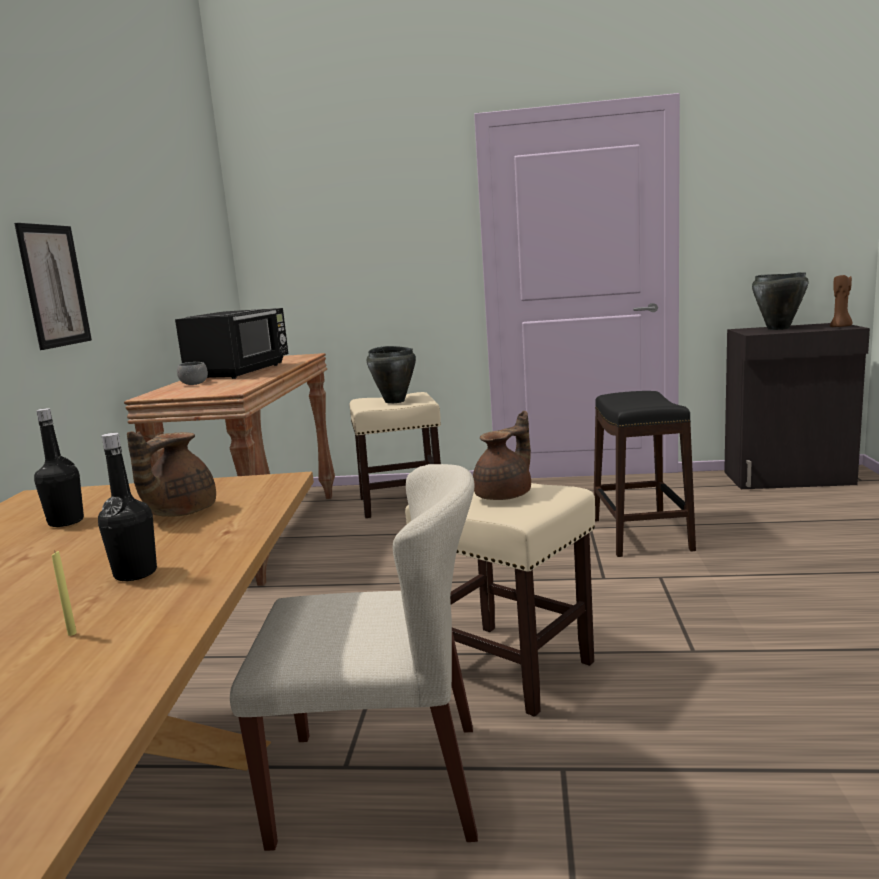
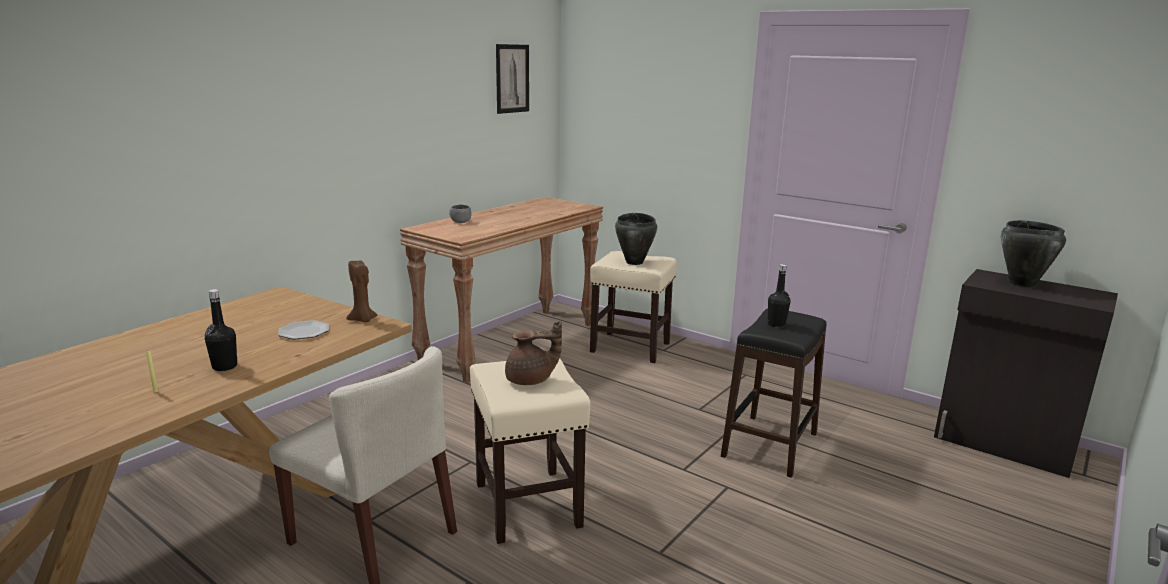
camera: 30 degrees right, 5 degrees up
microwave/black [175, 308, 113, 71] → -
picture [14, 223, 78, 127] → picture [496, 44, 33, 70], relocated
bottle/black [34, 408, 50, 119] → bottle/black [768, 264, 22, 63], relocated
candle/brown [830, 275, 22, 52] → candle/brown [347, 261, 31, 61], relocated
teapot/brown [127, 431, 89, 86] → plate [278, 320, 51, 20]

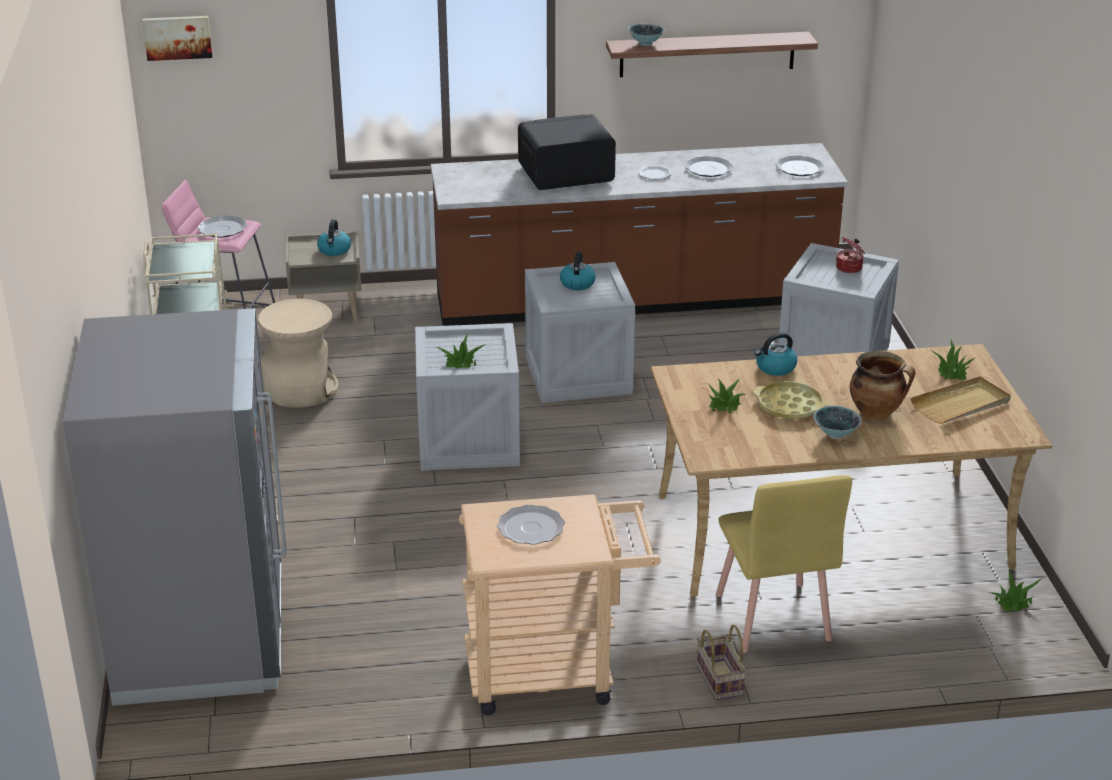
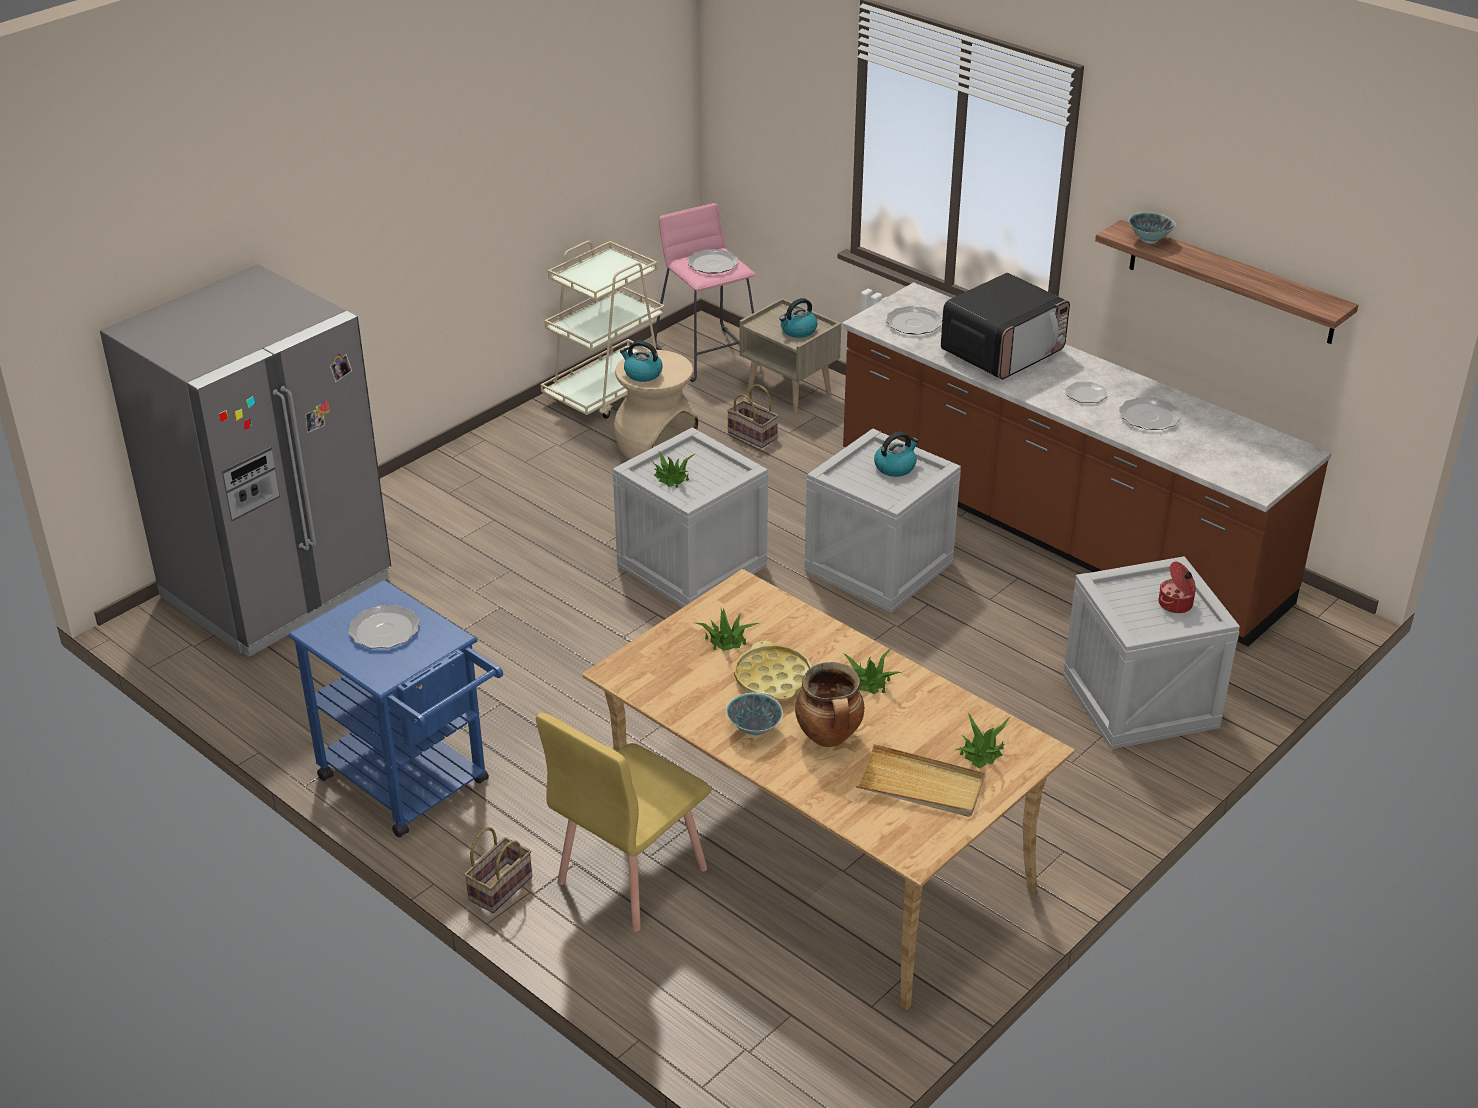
camera: 50 degrees right, 5 degrees up
picture [142, 16, 70, 45] → -
- → basket [727, 384, 52, 64]
kettle [755, 332, 42, 44] → kettle [620, 341, 43, 41], relocated
plate [776, 155, 48, 21] → plate [886, 306, 57, 29], relocated
potted plant [989, 570, 52, 42] → potted plant [844, 648, 57, 46], relocated
cart/beige [459, 494, 202, 221] → cart/blue [288, 580, 215, 257]
microwave [518, 114, 98, 76] → microwave [941, 273, 129, 107], 105 degrees clockwise

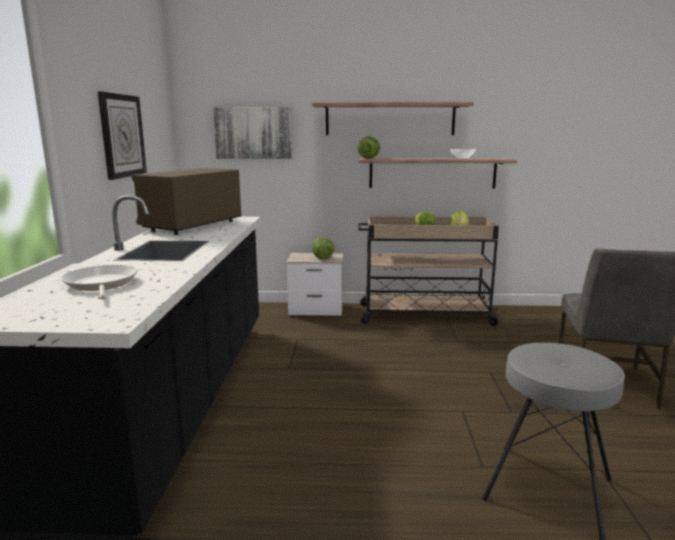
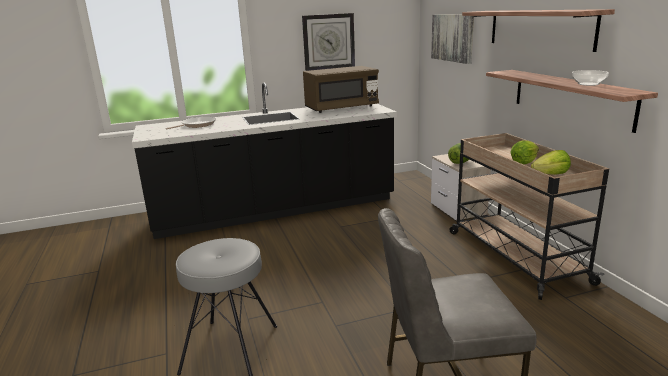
camera: 70 degrees right, 5 degrees up
lettuce [357, 136, 23, 23] → -
microwave/brown [131, 168, 110, 67] → microwave/brown [303, 66, 76, 47], 150 degrees clockwise

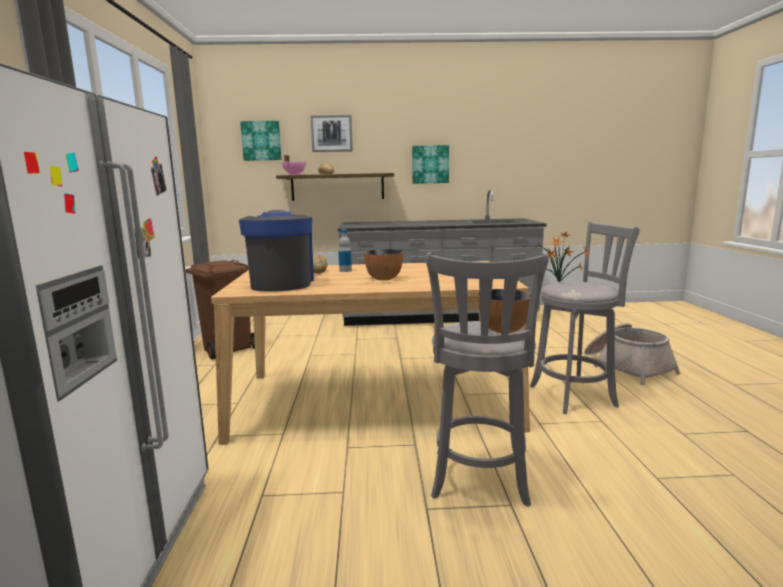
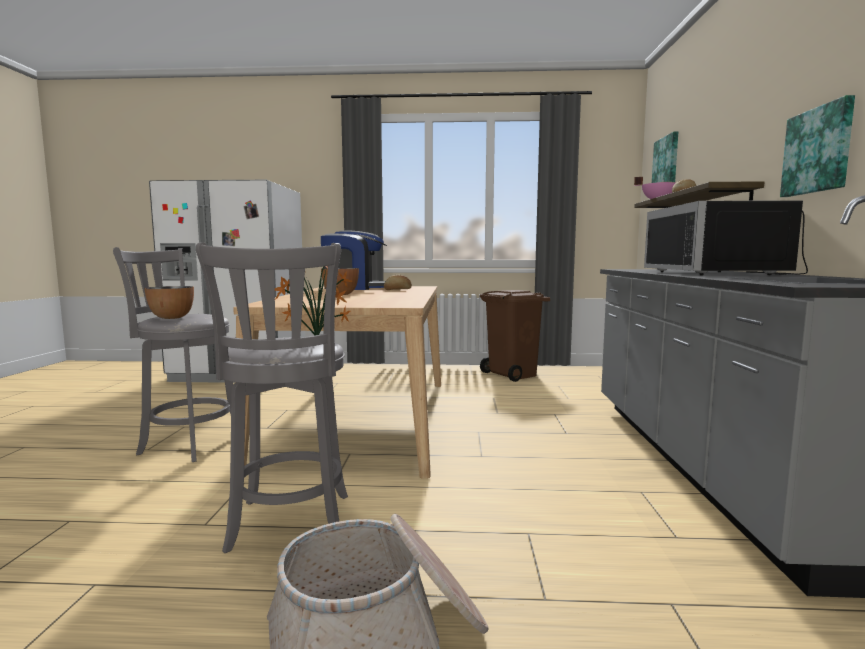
camera: 95 degrees right, 5 degrees down
picture [310, 114, 43, 38] → -
bottle [338, 229, 14, 43] → -
- → microwave/black [644, 200, 164, 75]

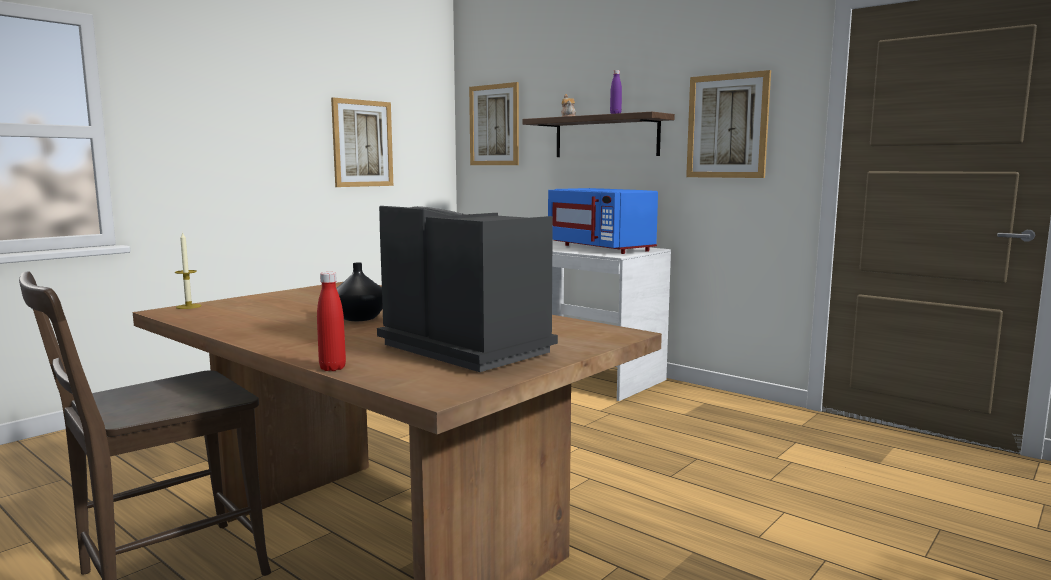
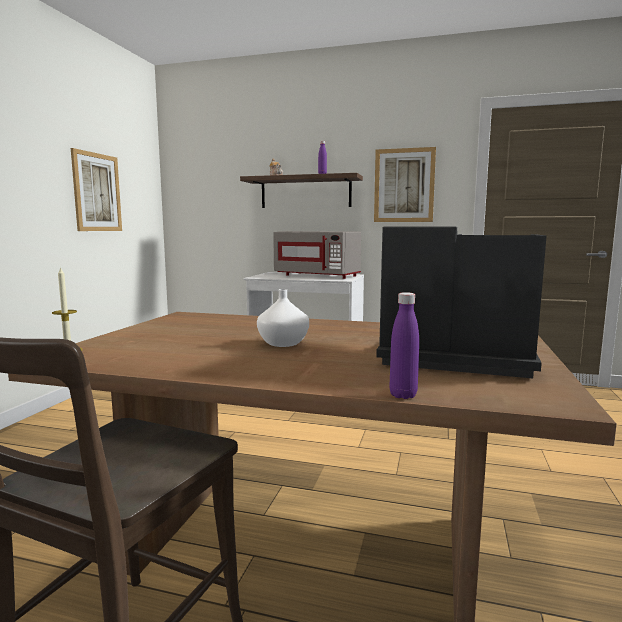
camera: 25 degrees left, 0 degrees up
picture [469, 82, 50, 83] → -
bottle/red [317, 272, 29, 99] → bottle/purple [390, 292, 29, 107]
vase/black [336, 263, 47, 58] → vase/white [257, 289, 52, 58]
microwave/blue [548, 188, 110, 66] → microwave/grey [273, 231, 88, 48]

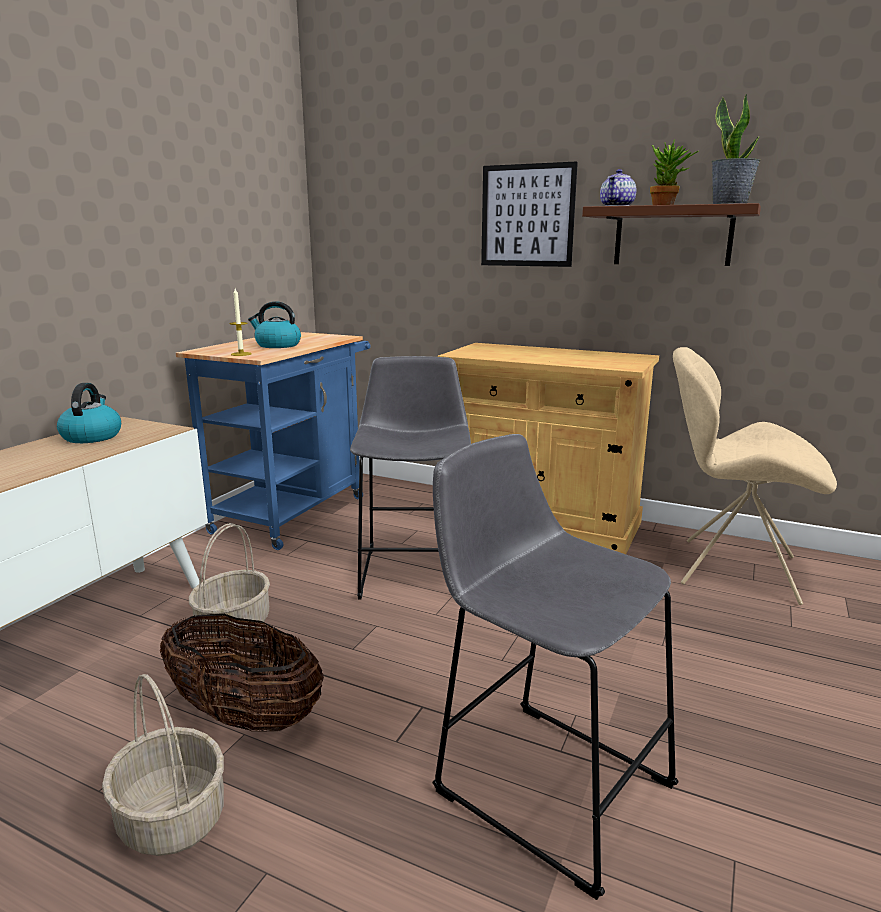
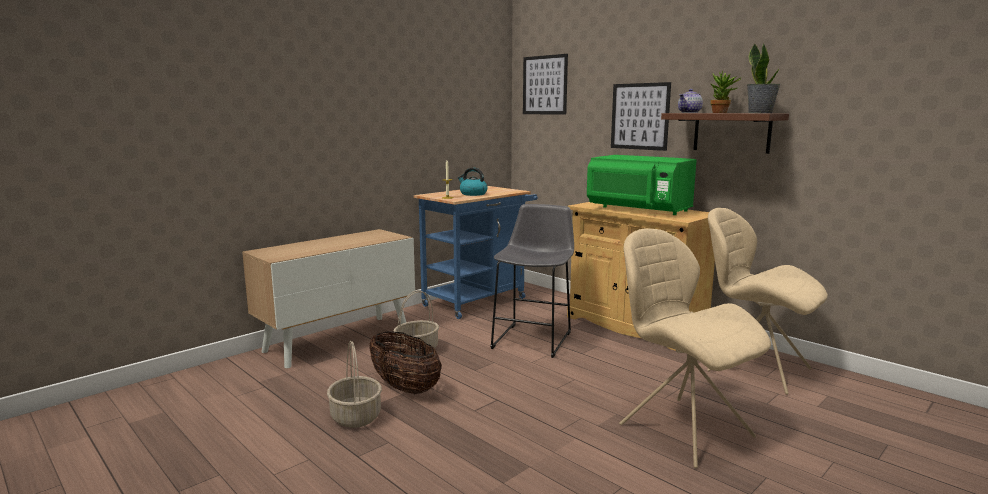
camera: 20 degrees right, 5 degrees down
kettle [57, 383, 64, 60] → -
stool/grey [432, 434, 247, 466] → -
- → picture [523, 54, 45, 61]
- → microwave/green [587, 155, 110, 60]
- → chair/beige [619, 228, 152, 240]

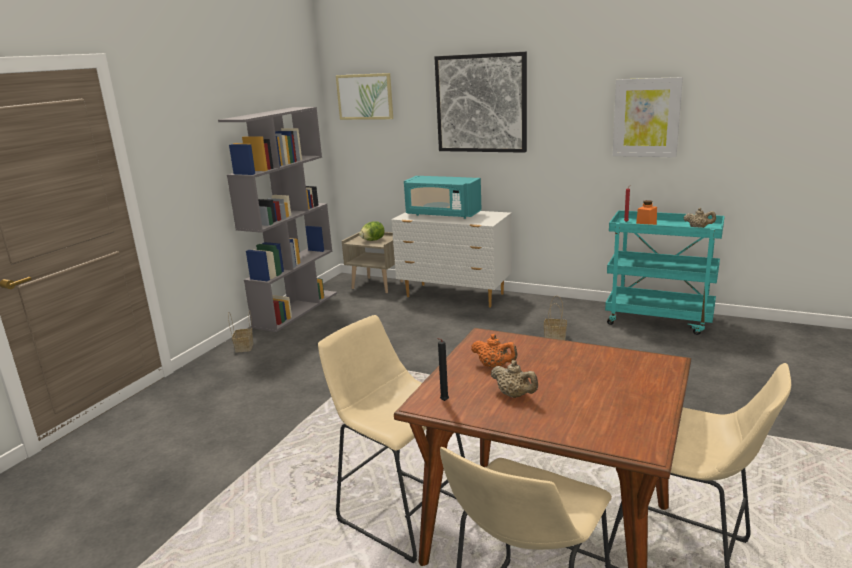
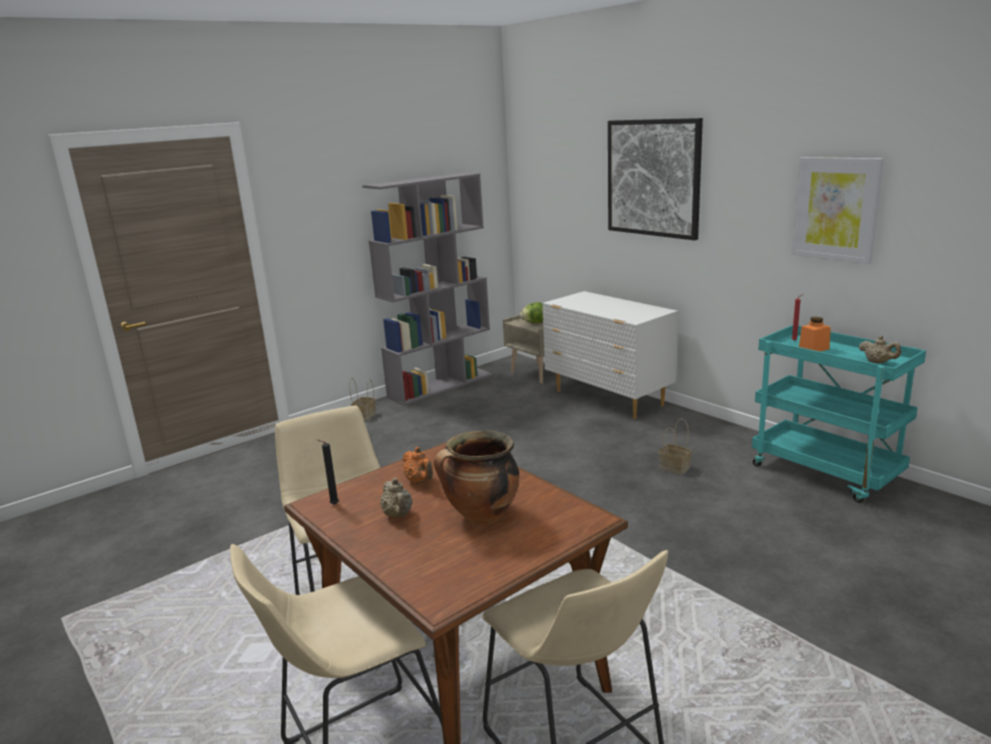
camera: 25 degrees right, 0 degrees up
picture [336, 73, 57, 47] → -
microwave/turquoise [404, 176, 78, 43] → -
- → cooking pot [434, 431, 85, 93]

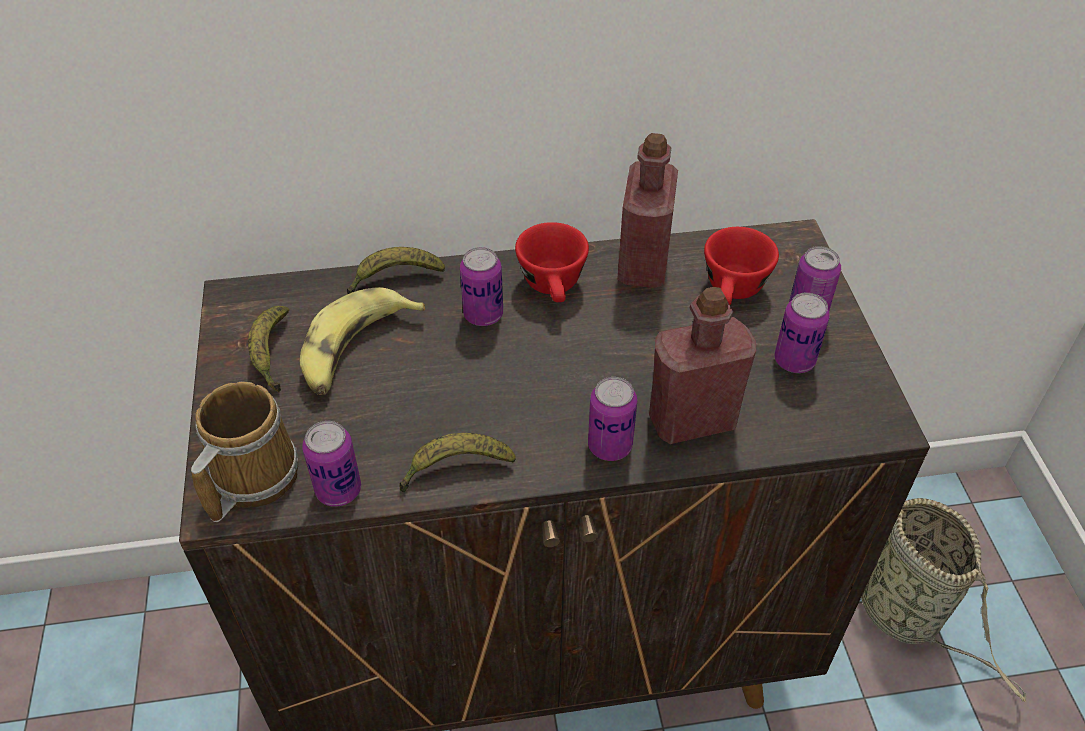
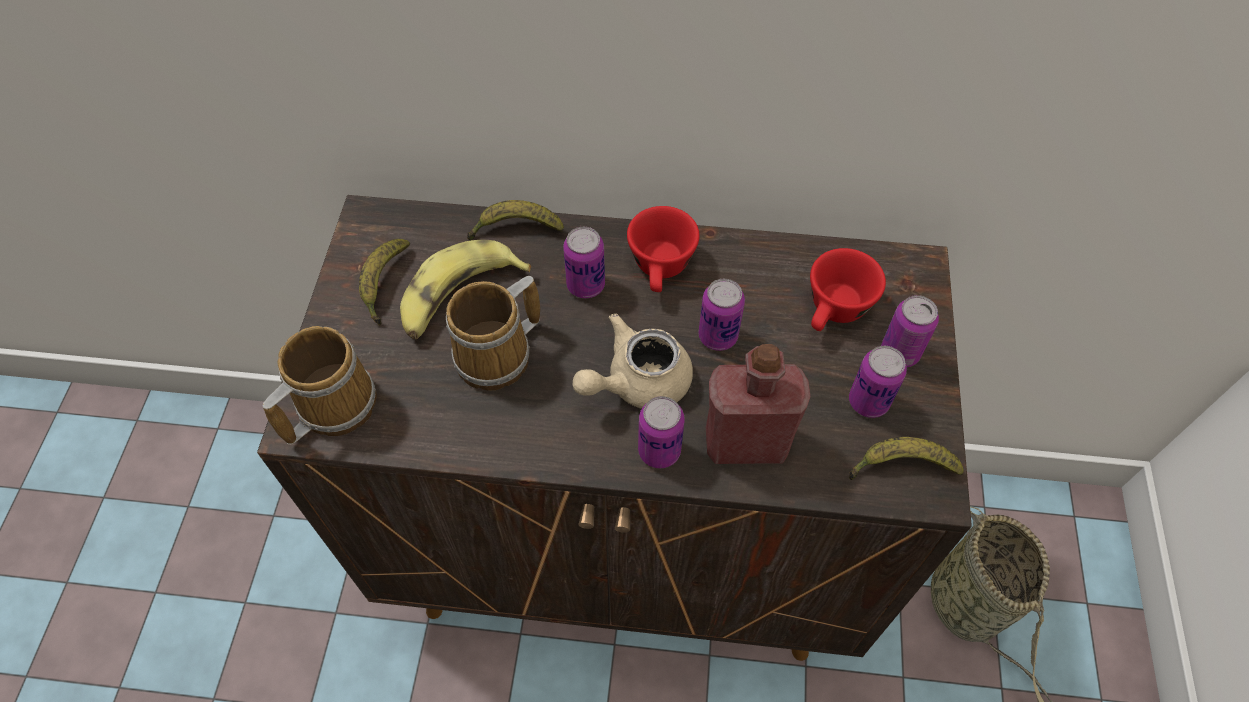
camera: 15 degrees right, 10 degrees up
bottle/red [617, 133, 61, 155] → -
- → mug [446, 276, 94, 115]
- → teapot/beige [573, 313, 120, 96]
can [302, 421, 59, 86] → can [698, 279, 47, 72], relocated
banana [400, 433, 116, 59] → banana [849, 437, 115, 43], relocated

